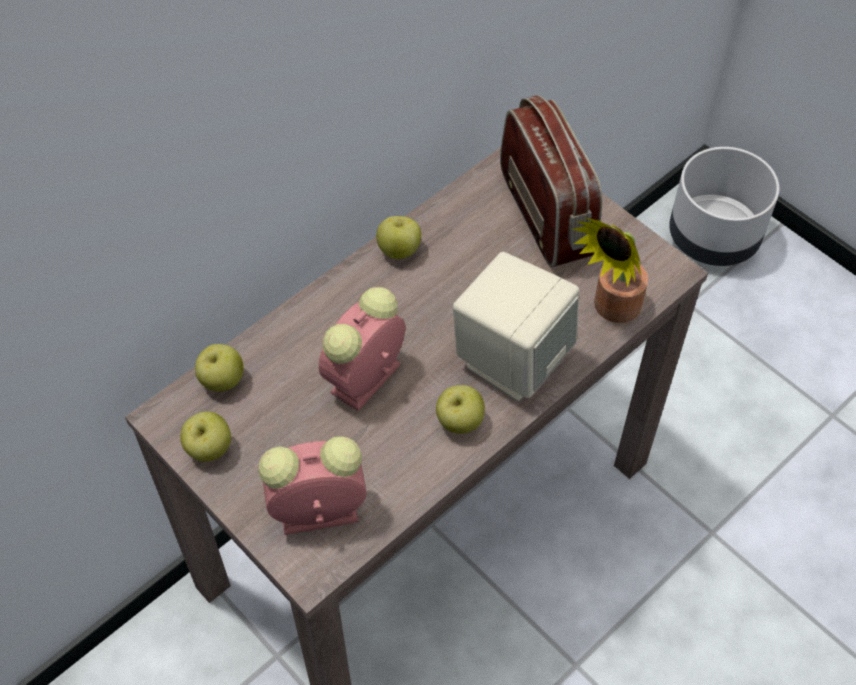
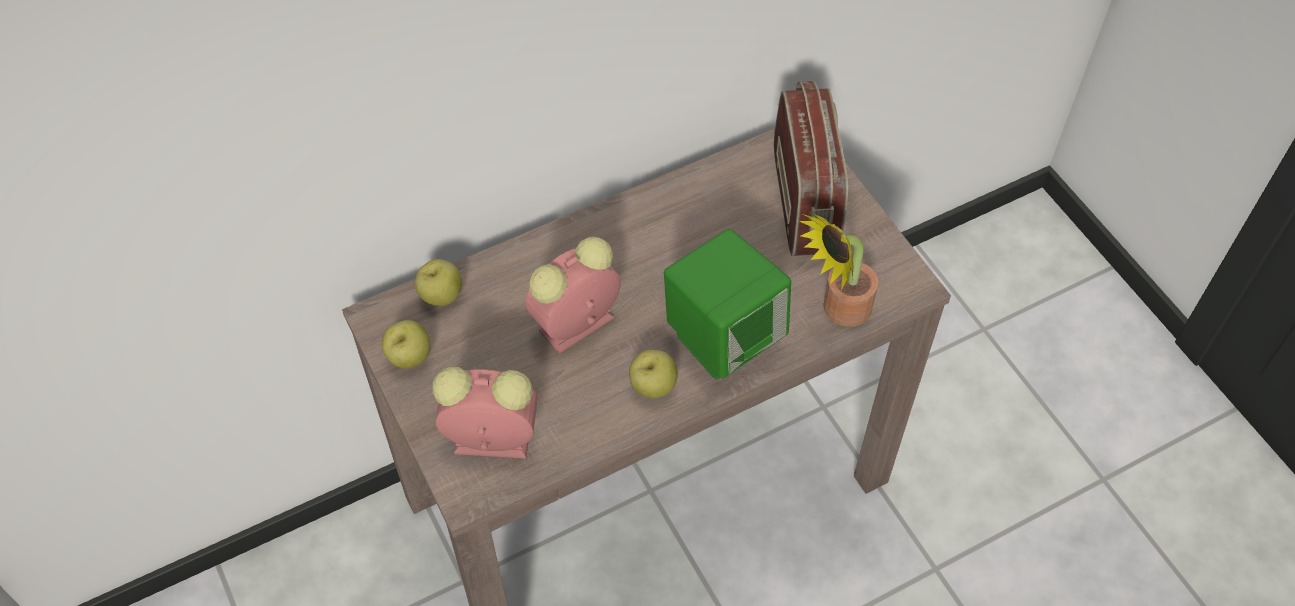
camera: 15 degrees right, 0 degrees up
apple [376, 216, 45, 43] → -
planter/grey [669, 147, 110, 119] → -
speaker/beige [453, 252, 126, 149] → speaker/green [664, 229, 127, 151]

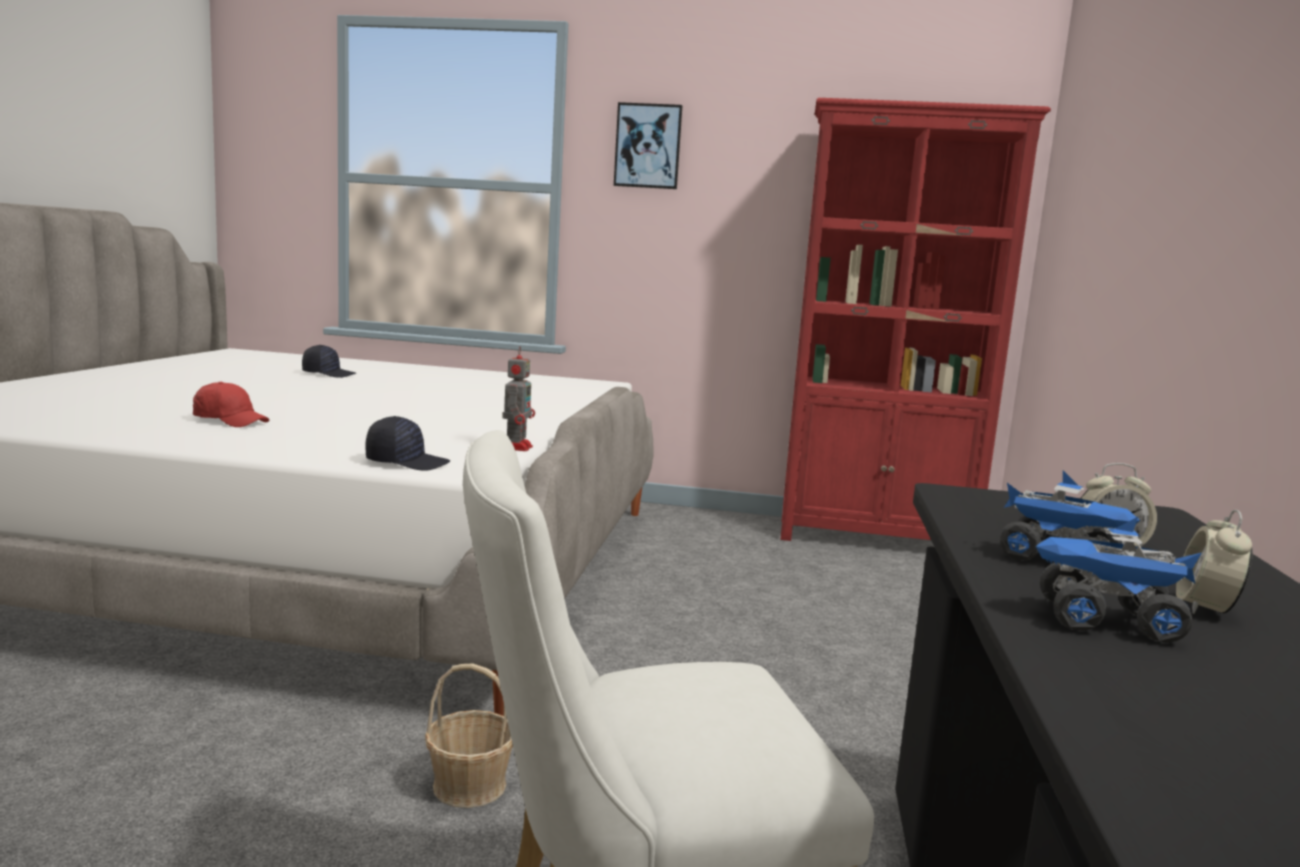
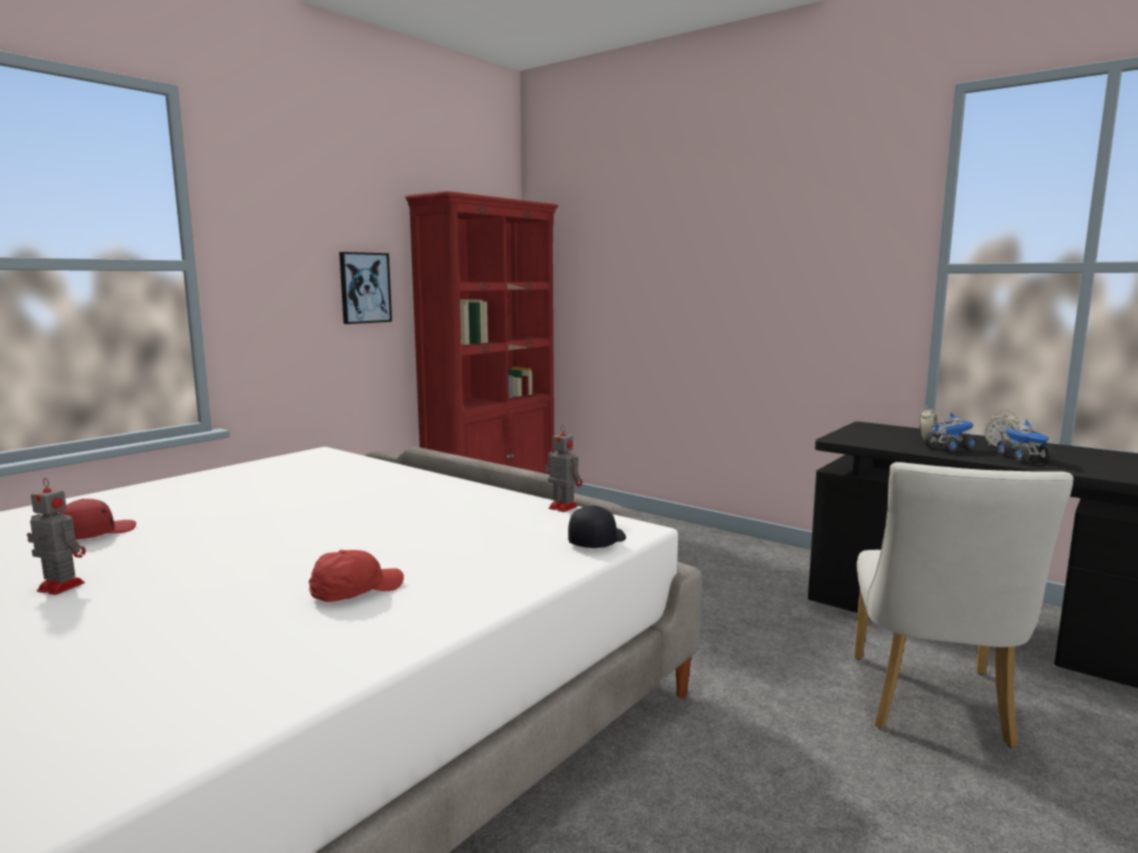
camera: 60 degrees left, 0 degrees up
basket [425, 664, 88, 144] → -
- → toy robot [27, 478, 59, 117]
picture [614, 102, 68, 87] → picture [339, 252, 53, 72], relocated
cap/black [302, 345, 54, 33] → cap/red [59, 499, 77, 41]
toy truck [1036, 516, 166, 127] → toy truck [997, 419, 57, 43], 45 degrees counterclockwise

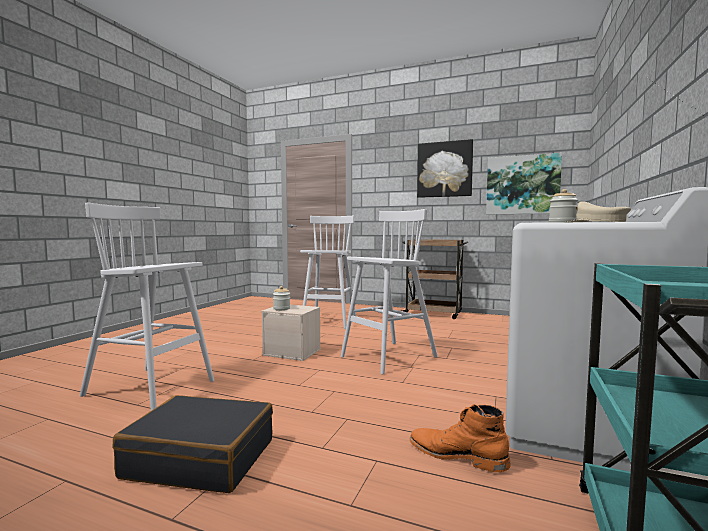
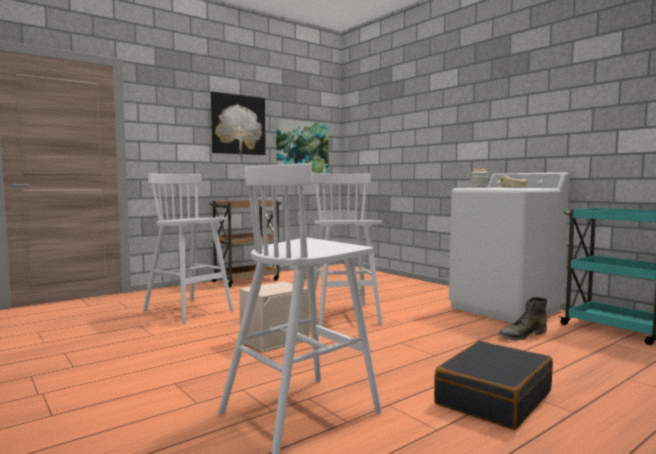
camera: 60 degrees left, 0 degrees up
jar [273, 286, 17, 24] → -
boot/orange [410, 404, 101, 68] → boot/green [498, 297, 49, 43]

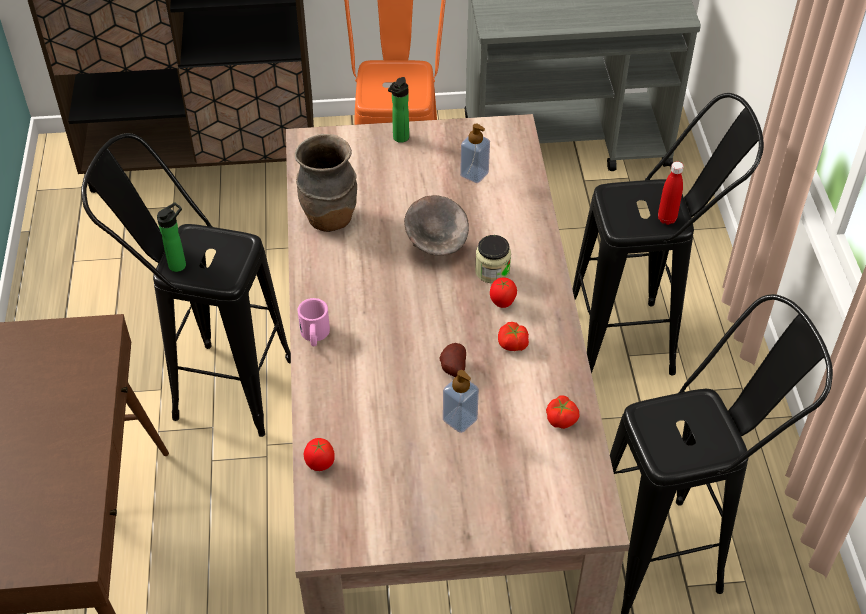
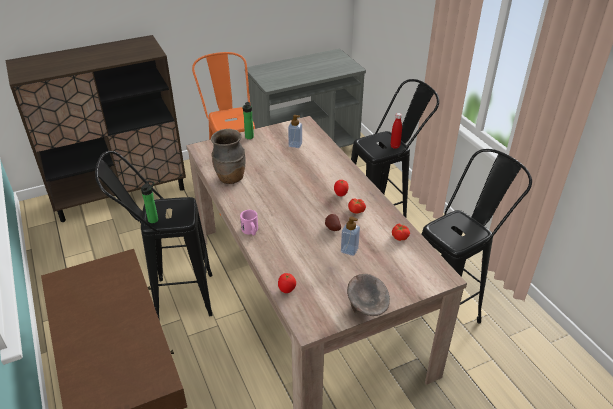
camera: 20 degrees left, 10 degrees down
jar [475, 235, 36, 48] → -
bowl/grey [404, 195, 65, 61] → bowl/grey [347, 274, 43, 42], relocated

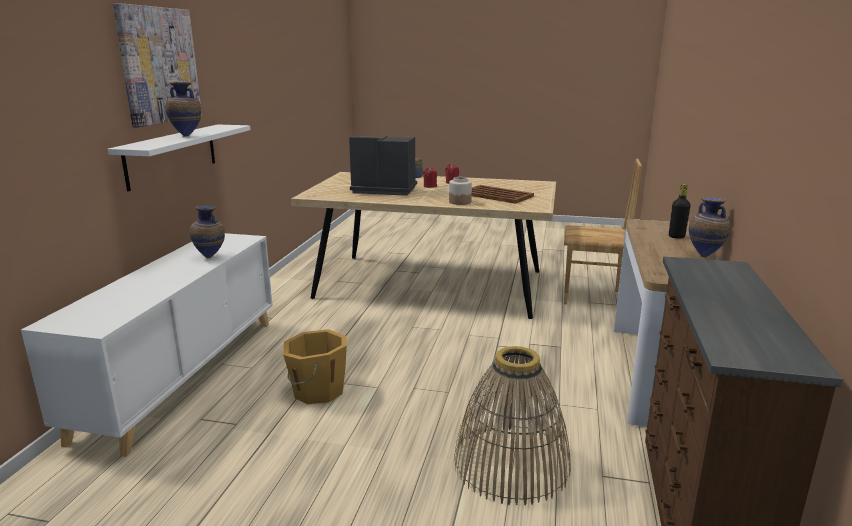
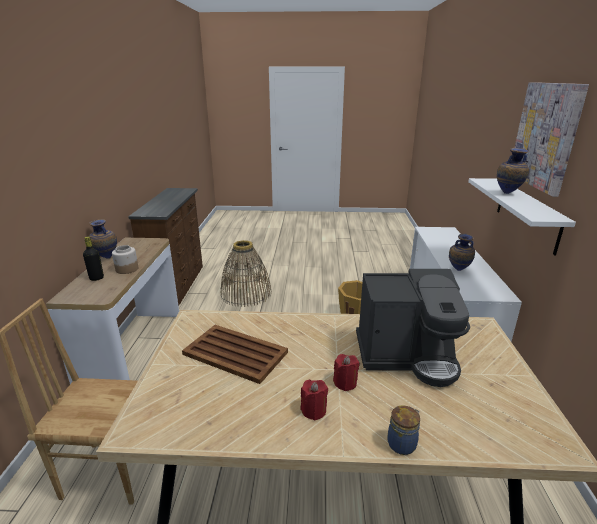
camera: 170 degrees right, 5 degrees up
jar [449, 177, 23, 28] → jar [112, 245, 26, 29], relocated

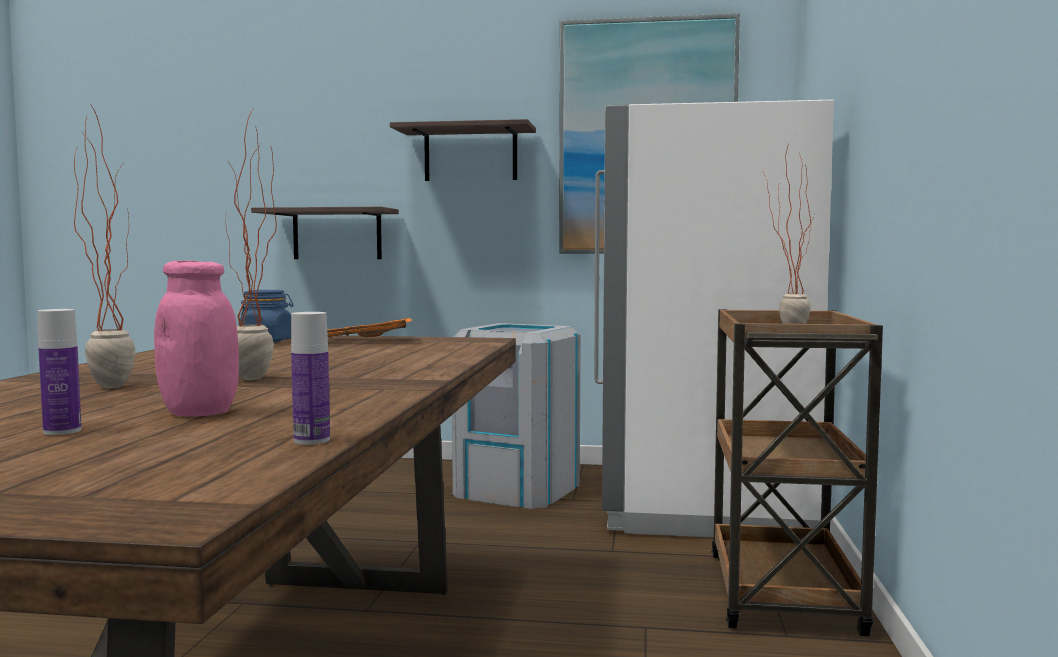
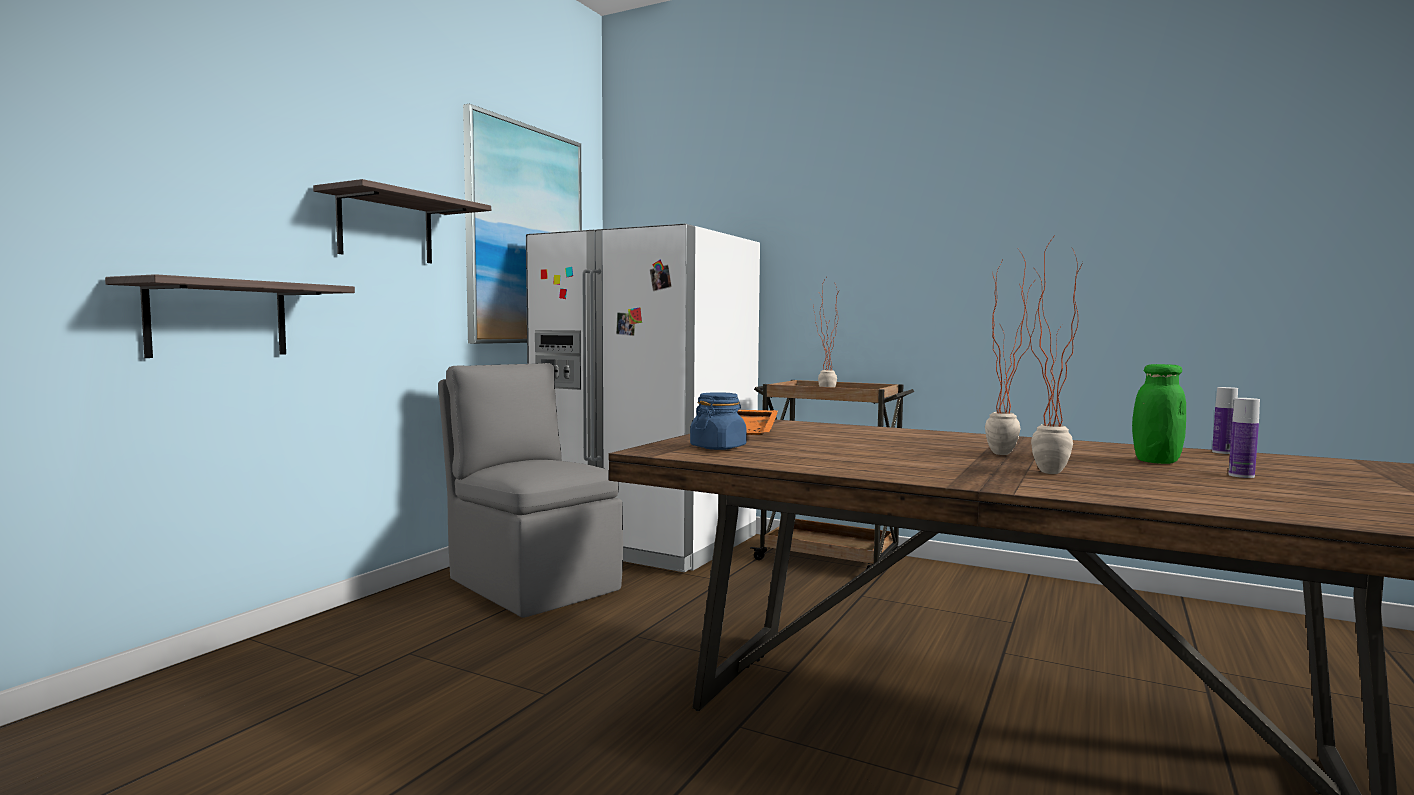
camera: 70 degrees left, 0 degrees up
trash can/grey [452, 323, 129, 186] → chair/grey [438, 363, 185, 255]
jar/pink [154, 260, 85, 157] → jar/green [1132, 364, 54, 100]

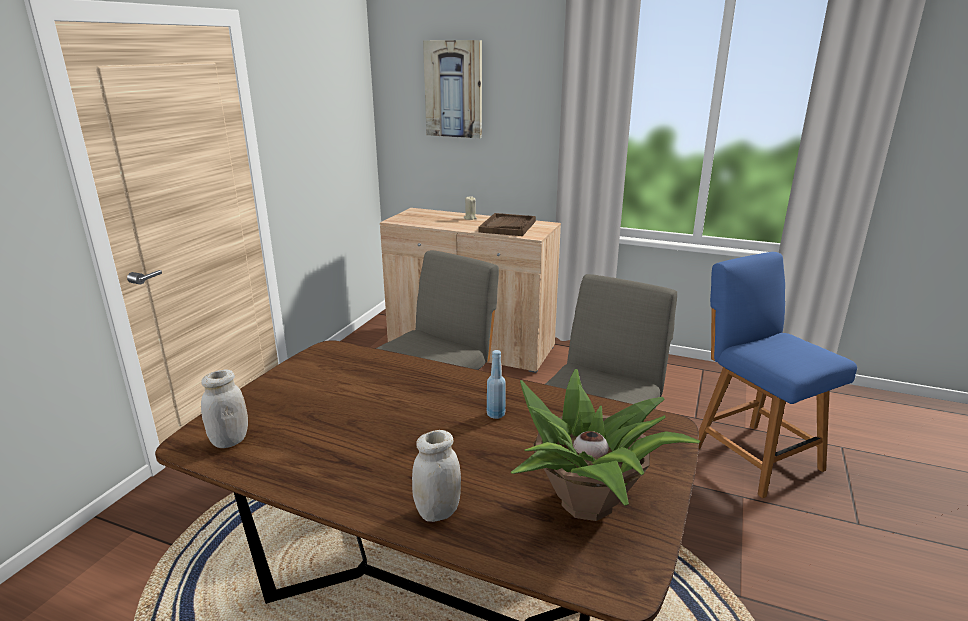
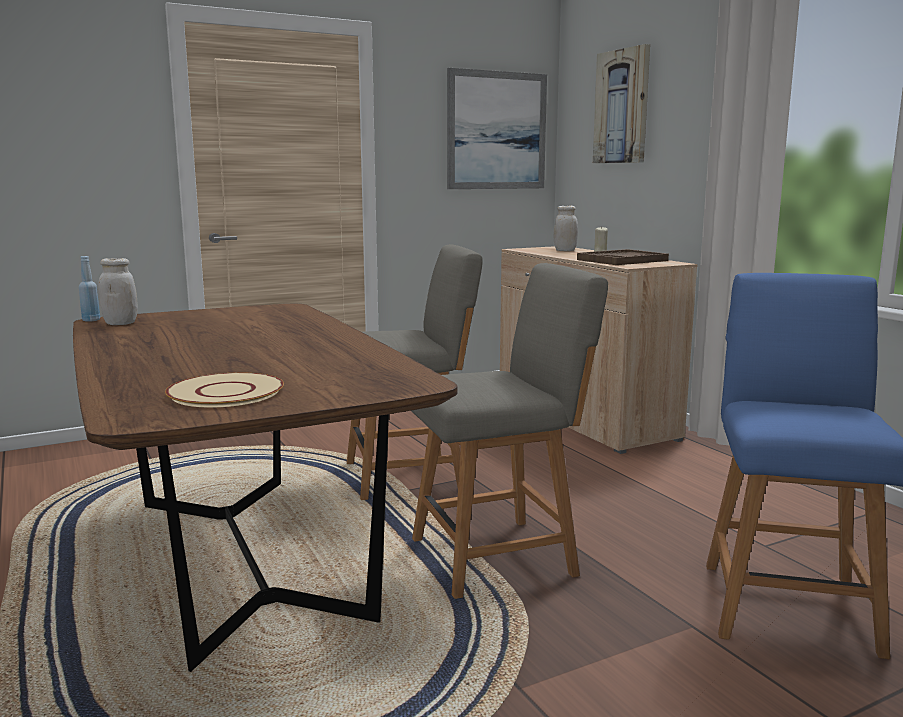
camera: 40 degrees right, 10 degrees down
- → picture [447, 68, 100, 121]
jar/white [412, 430, 49, 92] → jar/white [554, 206, 24, 45], relocated
bottle/blue [487, 350, 19, 69] → bottle/blue [79, 256, 21, 66], relocated
potted plant [510, 369, 190, 152] → plate/beige [165, 373, 119, 34]

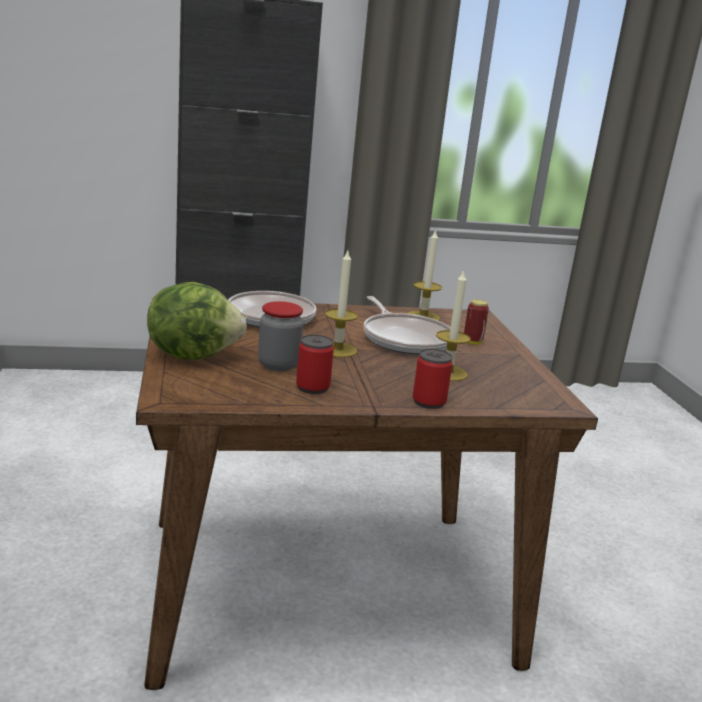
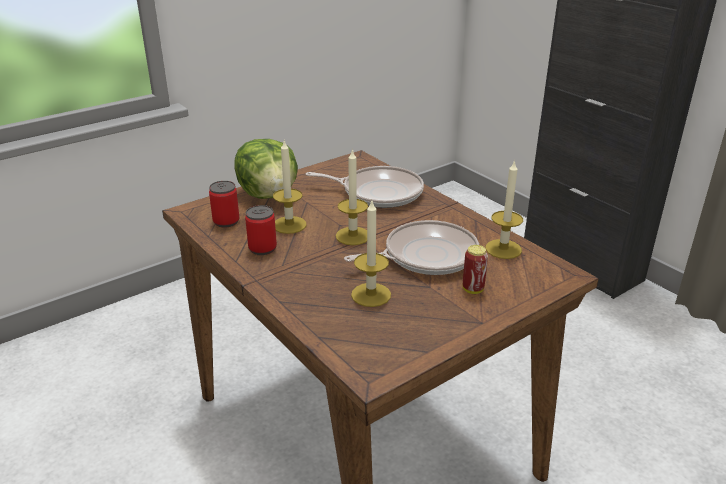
camera: 65 degrees right, 10 degrees up
can [413, 349, 40, 60] → can [209, 181, 30, 47], relocated
jar [258, 301, 46, 70] → candle [273, 139, 33, 95]
frying pan [363, 296, 87, 58] → frying pan [344, 220, 135, 55], 150 degrees counterclockwise

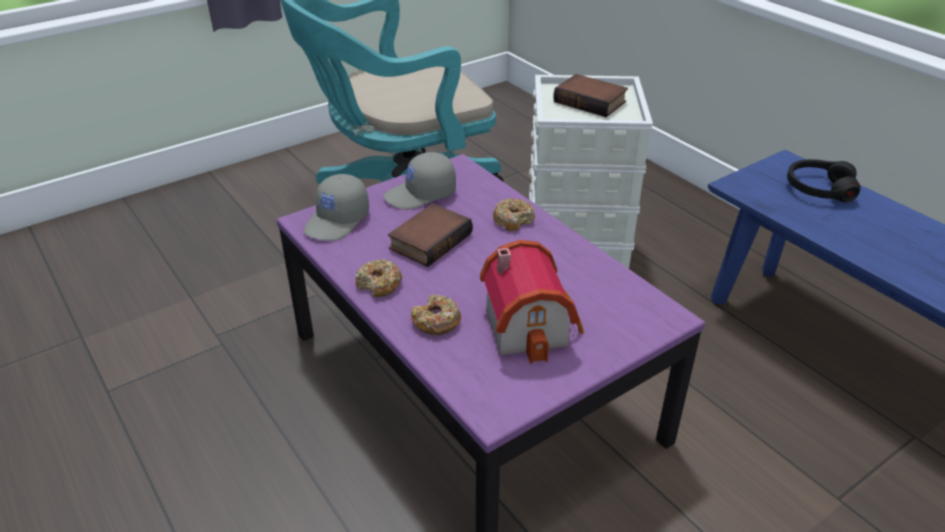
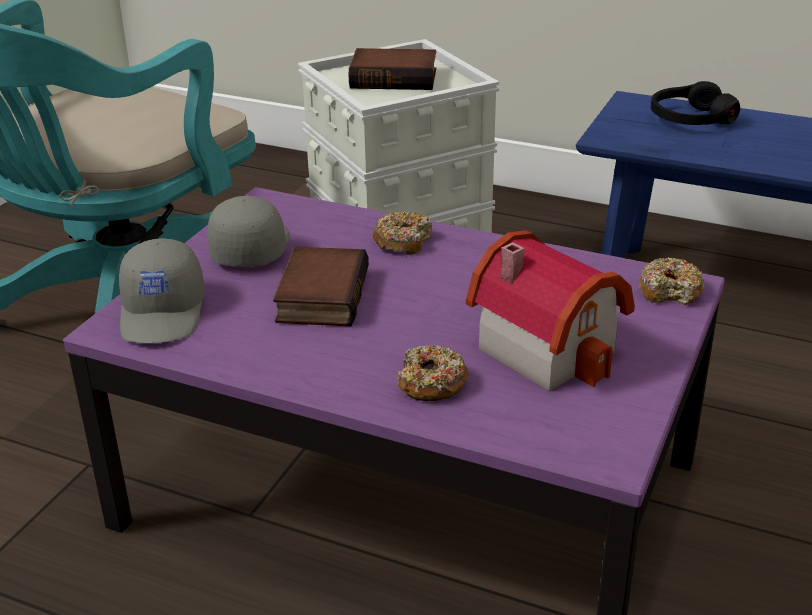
camera: 30 degrees left, 5 degrees down
donut [356, 259, 46, 38] → donut [639, 257, 65, 48], relocated
cap/grey [384, 152, 72, 58] → cap/grey [207, 196, 83, 71], 150 degrees clockwise

